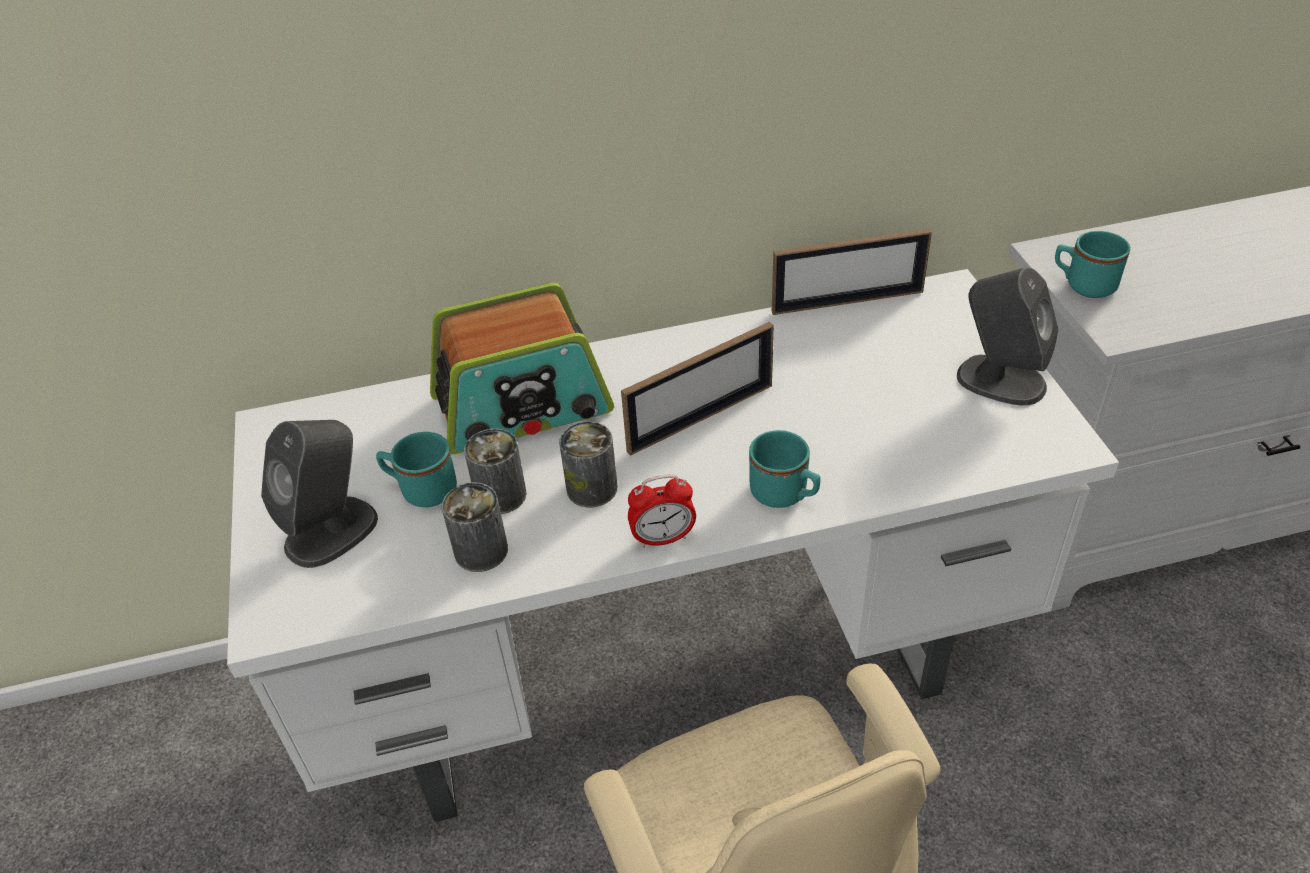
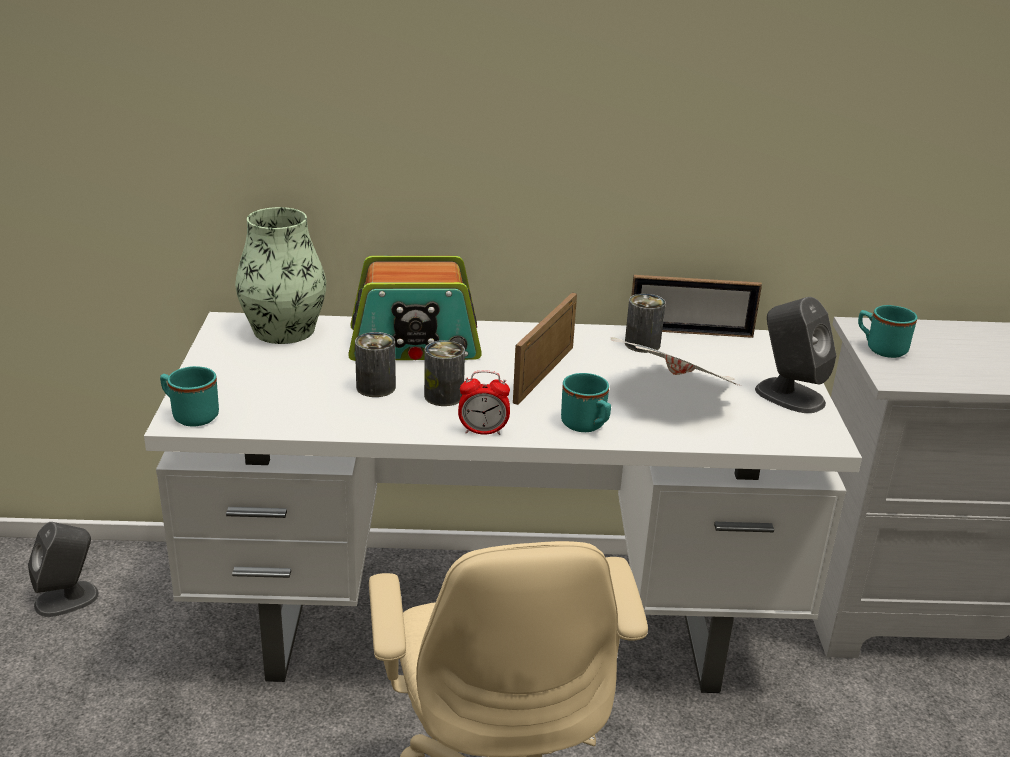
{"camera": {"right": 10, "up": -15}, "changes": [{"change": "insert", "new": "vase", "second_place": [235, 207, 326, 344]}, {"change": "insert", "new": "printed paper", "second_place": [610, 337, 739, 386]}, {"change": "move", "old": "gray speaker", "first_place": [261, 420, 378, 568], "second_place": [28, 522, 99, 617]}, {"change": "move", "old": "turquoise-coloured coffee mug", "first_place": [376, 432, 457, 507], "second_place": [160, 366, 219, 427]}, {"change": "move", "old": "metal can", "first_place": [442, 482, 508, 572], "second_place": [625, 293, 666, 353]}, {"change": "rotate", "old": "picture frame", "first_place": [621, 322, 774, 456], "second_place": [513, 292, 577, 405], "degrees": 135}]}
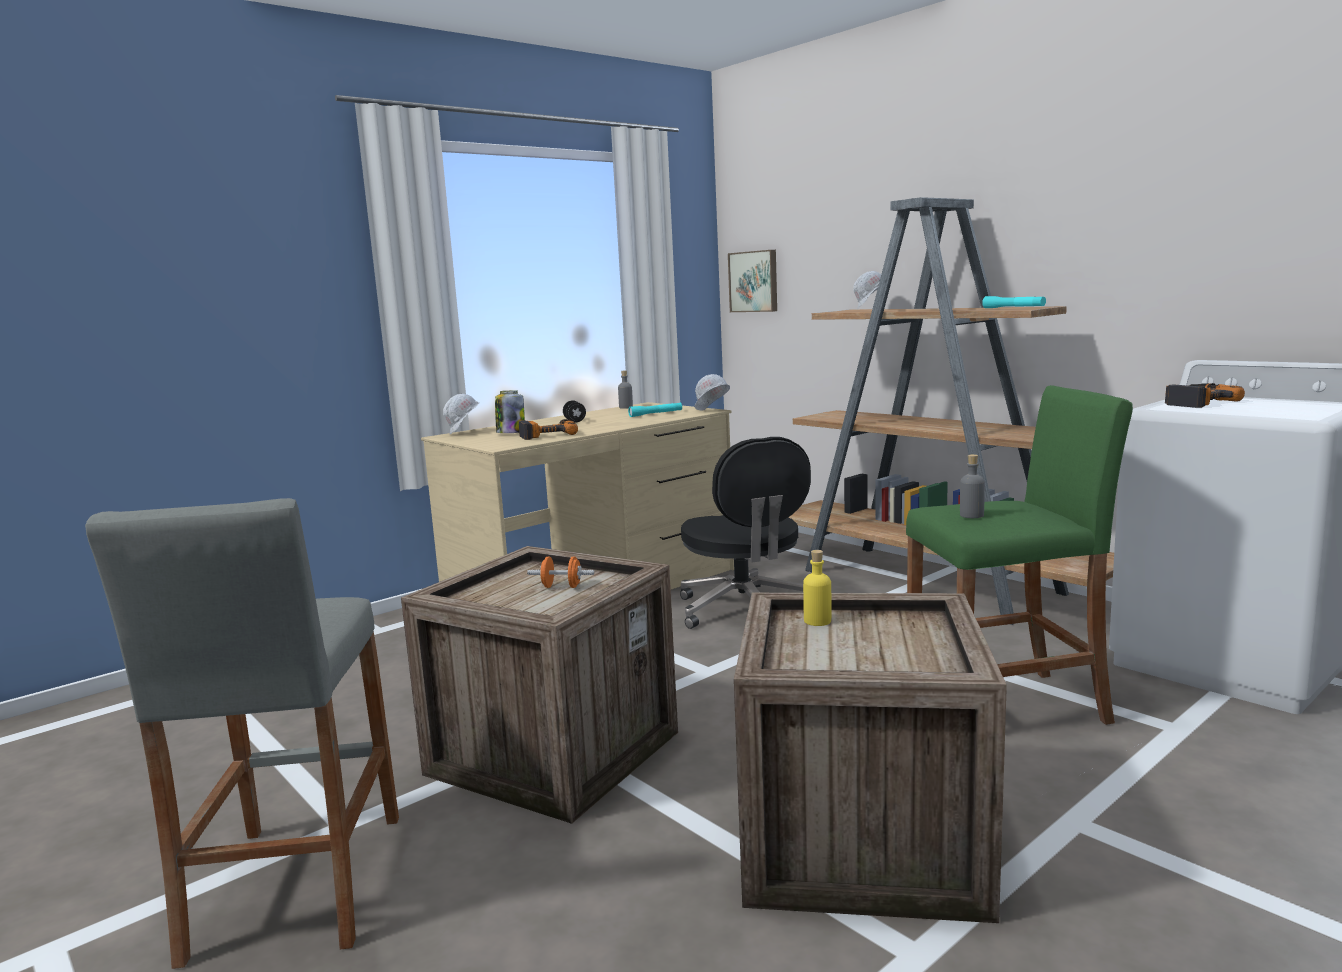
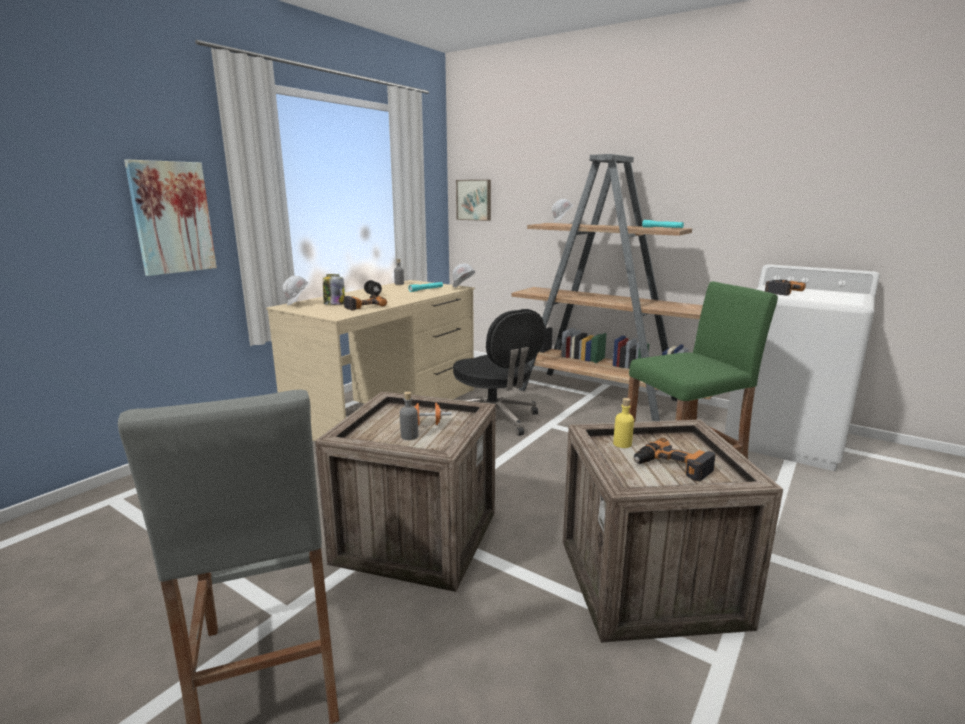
{"camera": {"right": -15, "up": 5}, "changes": [{"change": "insert", "new": "wall picture", "second_place": [124, 159, 217, 276]}, {"change": "insert", "new": "drill", "second_place": [634, 438, 715, 481]}, {"change": "move", "old": "gray bottle", "first_place": [960, 454, 985, 518], "second_place": [400, 391, 418, 440]}]}
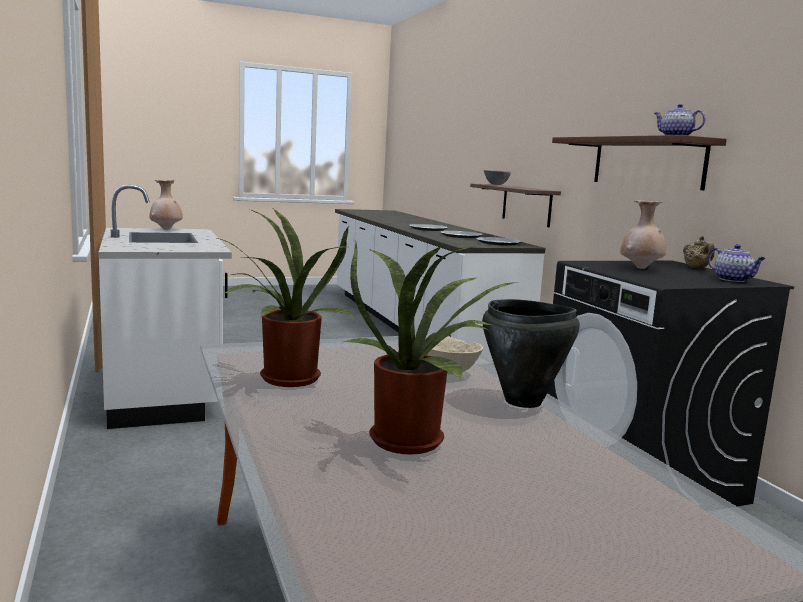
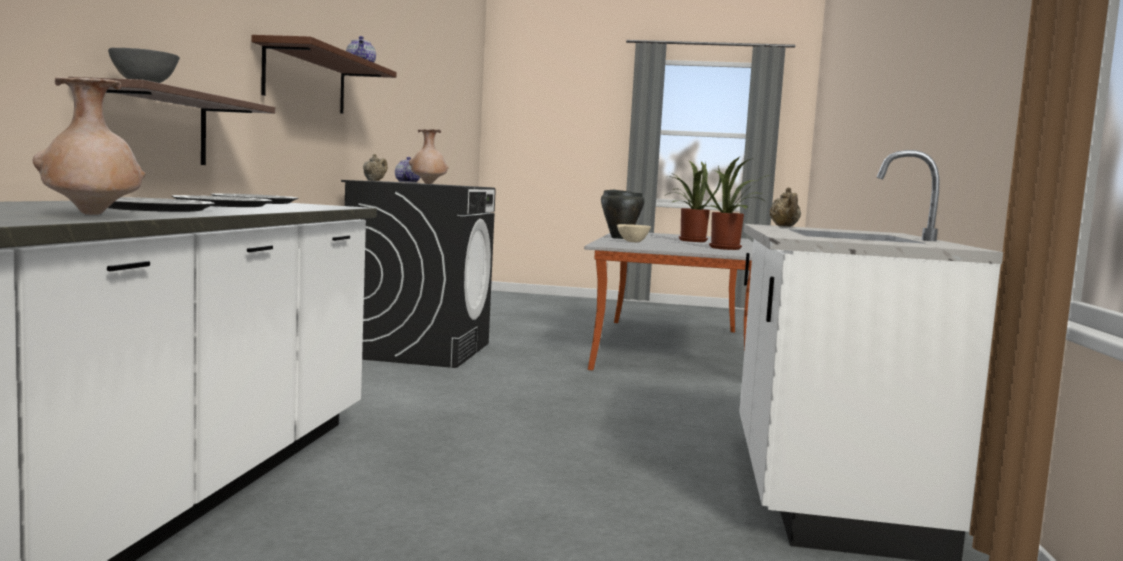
{"camera": {"right": -150, "up": -5}, "changes": [{"change": "insert", "new": "sand-coloured pot for tea", "second_place": [770, 187, 801, 227]}, {"change": "move", "old": "sand-coloured vase", "first_place": [149, 180, 183, 230], "second_place": [33, 77, 146, 215]}]}
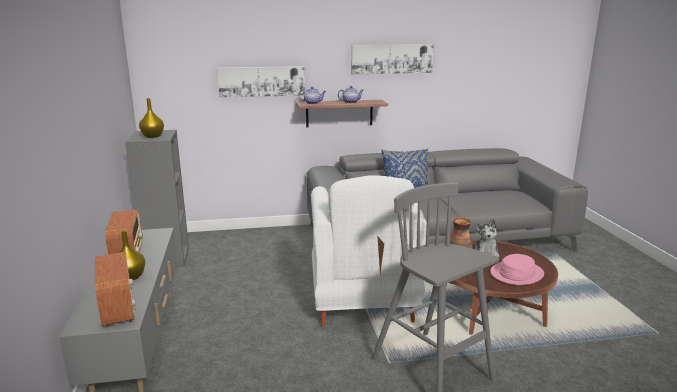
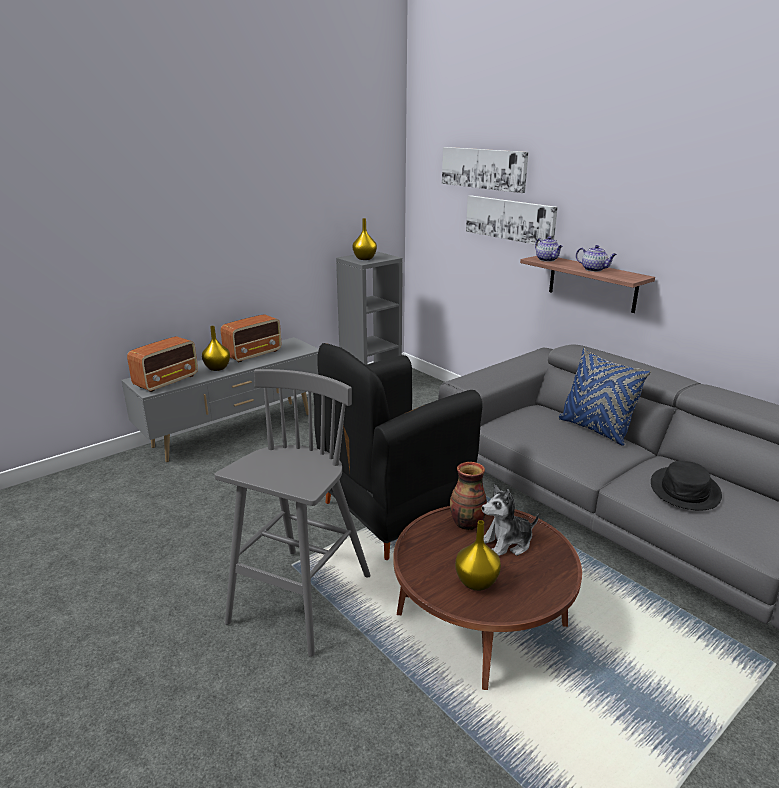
{"camera": {"right": 60, "up": 5}, "changes": [{"change": "insert", "new": "black-coloured hat", "second_place": [651, 461, 722, 511]}, {"change": "move", "old": "wall picture", "first_place": [351, 44, 434, 74], "second_place": [442, 147, 528, 193]}, {"change": "replace", "old": "pink-coloured hat", "new": "yellowish vase", "first_place": [490, 254, 544, 285], "second_place": [455, 520, 501, 591]}, {"change": "recolor", "old": "white lounge chair", "new": "black-coloured lounge chair", "first_place": [311, 175, 427, 327], "second_place": [313, 343, 483, 560]}]}
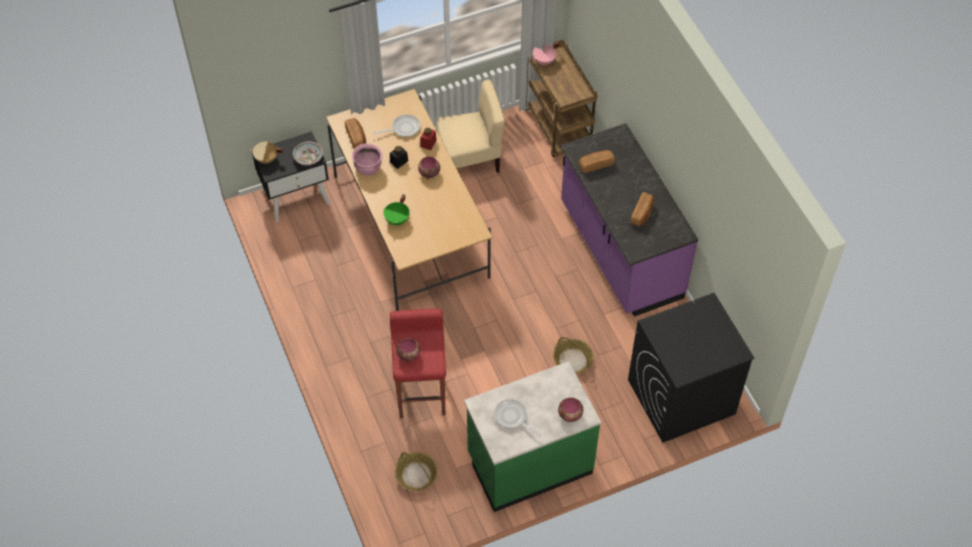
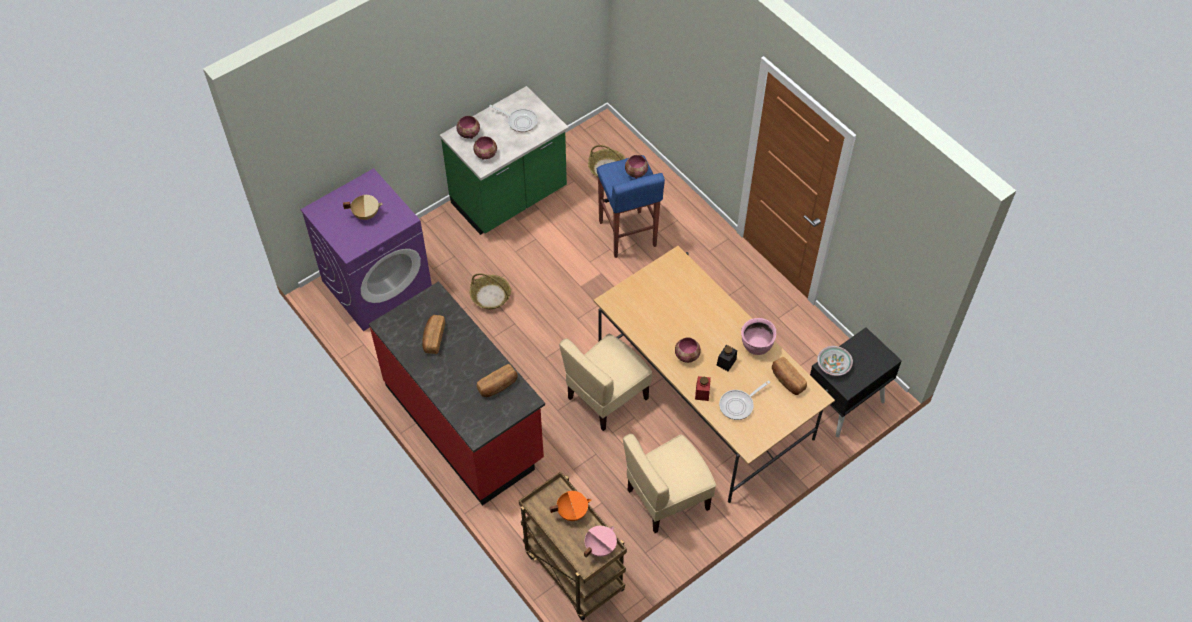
{"camera": {"right": 165, "up": 0}, "changes": [{"change": "delete", "old": "greenish stockpot", "first_place": [383, 194, 410, 225]}, {"change": "insert", "new": "serving bowl", "second_place": [473, 136, 497, 160]}, {"change": "insert", "new": "orange-coloured stockpot", "second_place": [550, 491, 592, 521]}, {"change": "insert", "new": "sand-coloured plain chair", "second_place": [559, 334, 652, 431]}, {"change": "move", "old": "sand-coloured stockpot", "first_place": [250, 141, 283, 164], "second_place": [343, 195, 382, 220]}, {"change": "recolor", "old": "red stool seat", "new": "blue-coloured stool seat", "first_place": [390, 309, 446, 418], "second_place": [597, 155, 665, 258]}, {"change": "recolor", "old": "purple-coloured kitchen counter", "new": "red kitchen counter", "first_place": [561, 123, 698, 317], "second_place": [369, 281, 545, 506]}, {"change": "recolor", "old": "black-coloured washing machine", "new": "purple-coloured washing machine", "first_place": [628, 293, 755, 443], "second_place": [300, 168, 432, 331]}]}
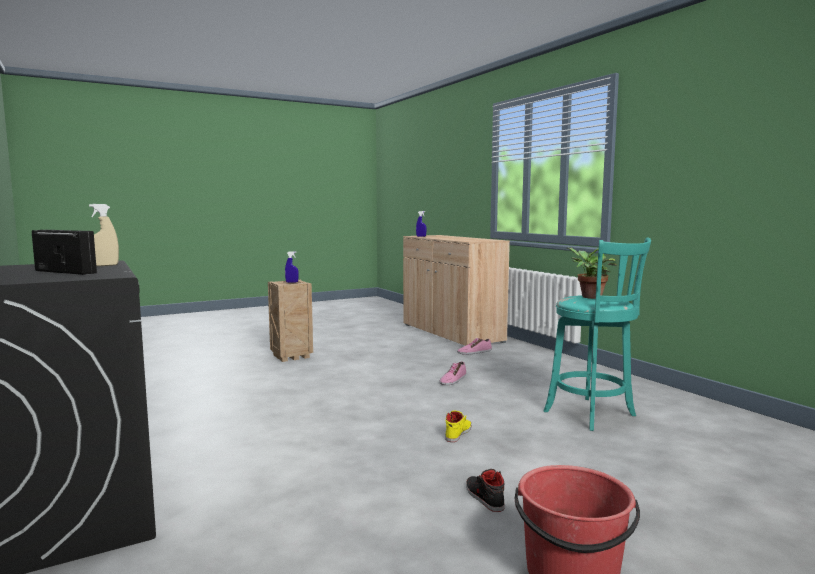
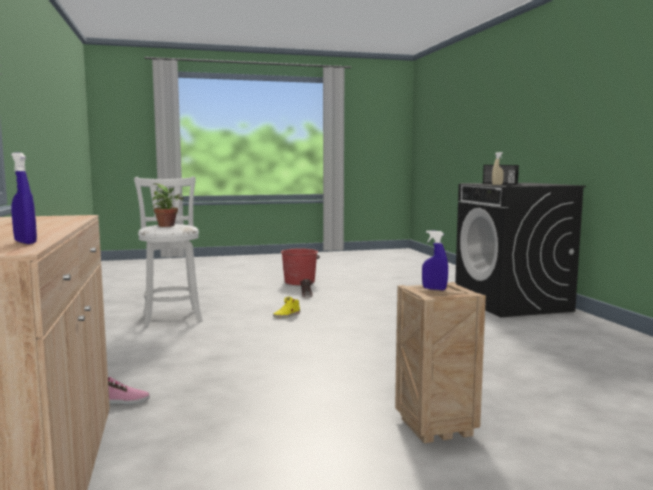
{"camera": {"right": -165, "up": 0}, "changes": [{"change": "delete", "old": "shoe", "first_place": [439, 361, 466, 385]}, {"change": "recolor", "old": "turquoise-coloured stool seat", "new": "white stool seat", "first_place": [543, 238, 651, 431], "second_place": [134, 176, 203, 327]}]}
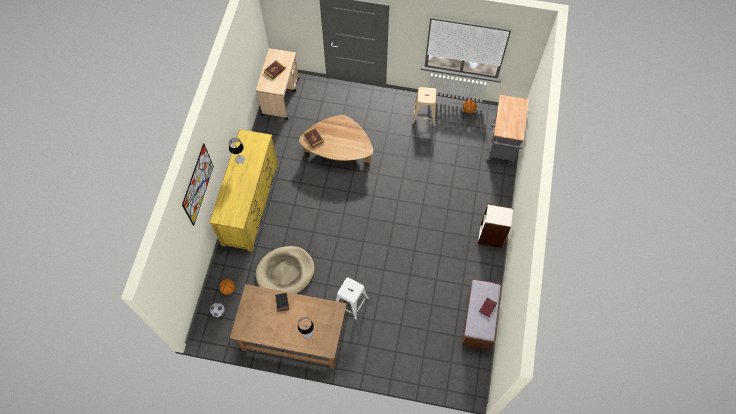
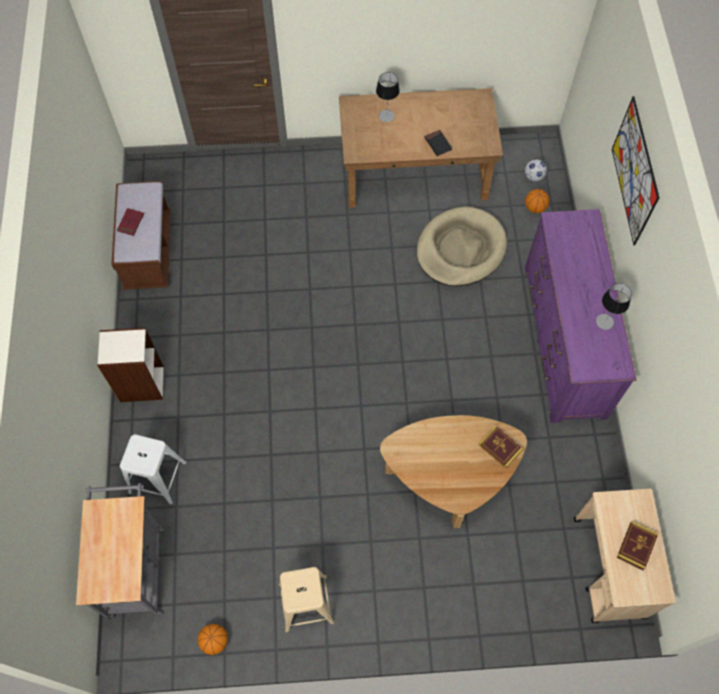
{"camera": {"right": 165, "up": 0}, "changes": [{"change": "move", "old": "white stool seat", "first_place": [336, 278, 369, 320], "second_place": [120, 434, 187, 505]}, {"change": "recolor", "old": "yellowish chest of drawers", "new": "purple-coloured chest of drawers", "first_place": [209, 129, 278, 252], "second_place": [525, 209, 637, 423]}]}
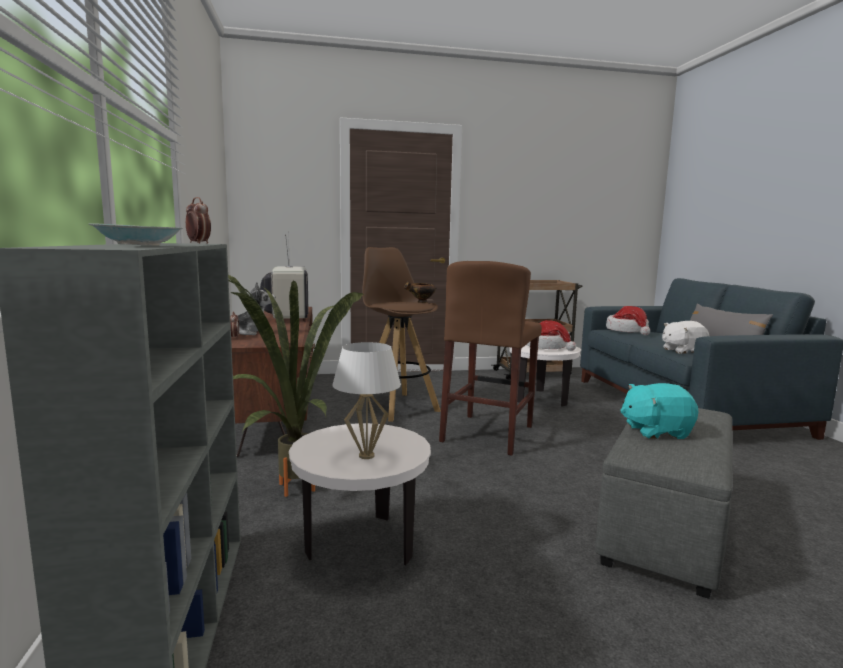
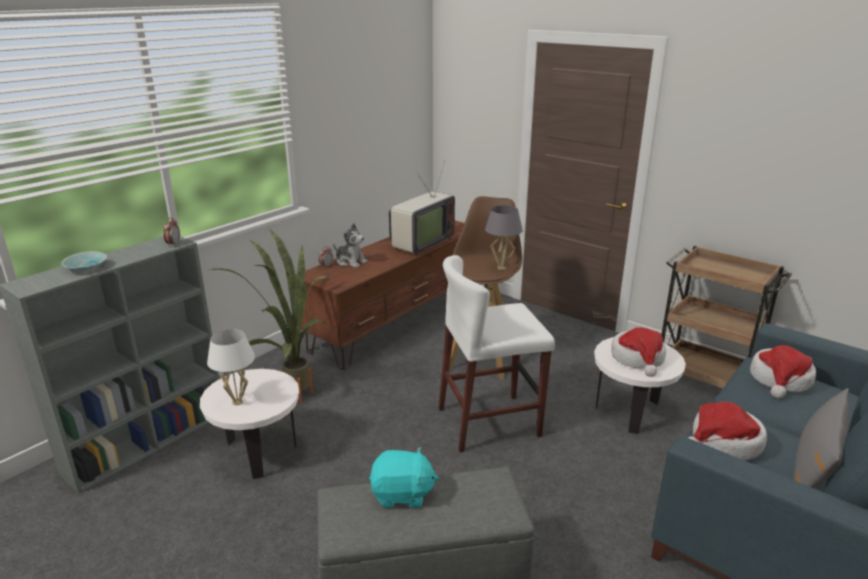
{"camera": {"right": 50, "up": 15}, "changes": [{"change": "replace", "old": "serving bowl", "new": "gray table lamp", "first_place": [404, 281, 437, 303], "second_place": [485, 205, 523, 270]}, {"change": "replace", "old": "white cuddly toy", "new": "hat", "first_place": [662, 321, 709, 354], "second_place": [688, 402, 767, 460]}, {"change": "recolor", "old": "brownish stool seat", "new": "white stool seat", "first_place": [439, 261, 542, 456], "second_place": [439, 255, 555, 452]}, {"change": "rotate", "old": "turquoise-coloured cuddly toy", "first_place": [620, 383, 698, 439], "second_place": [369, 447, 439, 508], "degrees": 135}]}
